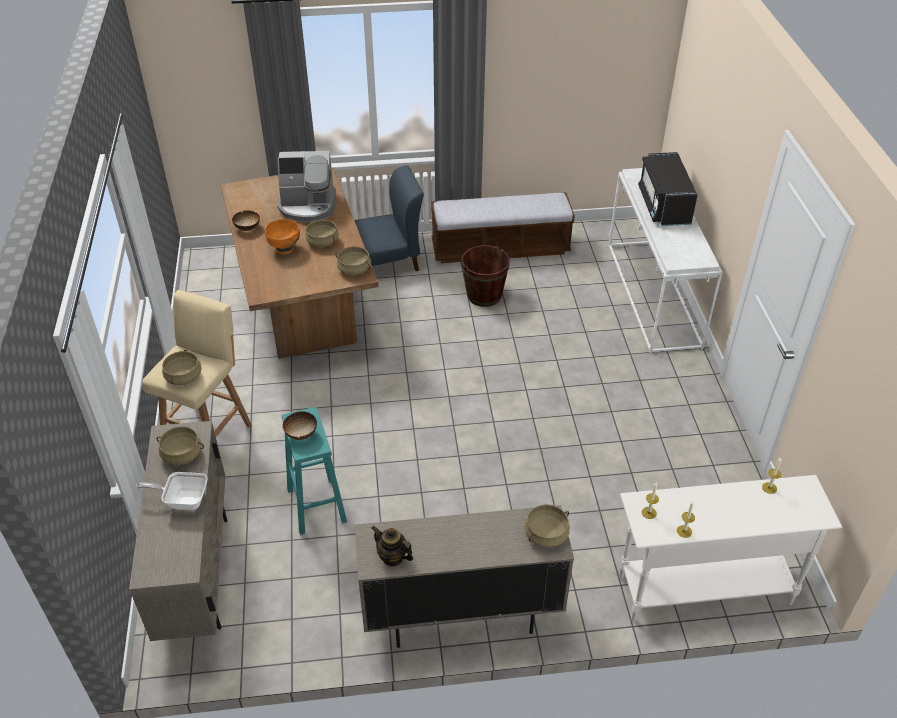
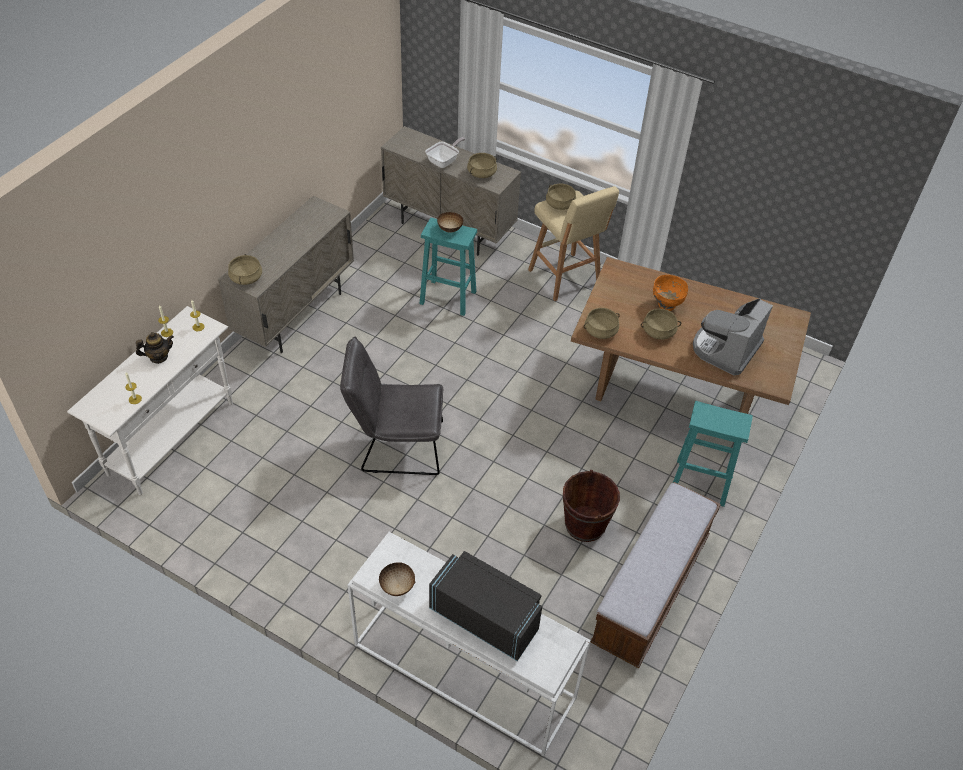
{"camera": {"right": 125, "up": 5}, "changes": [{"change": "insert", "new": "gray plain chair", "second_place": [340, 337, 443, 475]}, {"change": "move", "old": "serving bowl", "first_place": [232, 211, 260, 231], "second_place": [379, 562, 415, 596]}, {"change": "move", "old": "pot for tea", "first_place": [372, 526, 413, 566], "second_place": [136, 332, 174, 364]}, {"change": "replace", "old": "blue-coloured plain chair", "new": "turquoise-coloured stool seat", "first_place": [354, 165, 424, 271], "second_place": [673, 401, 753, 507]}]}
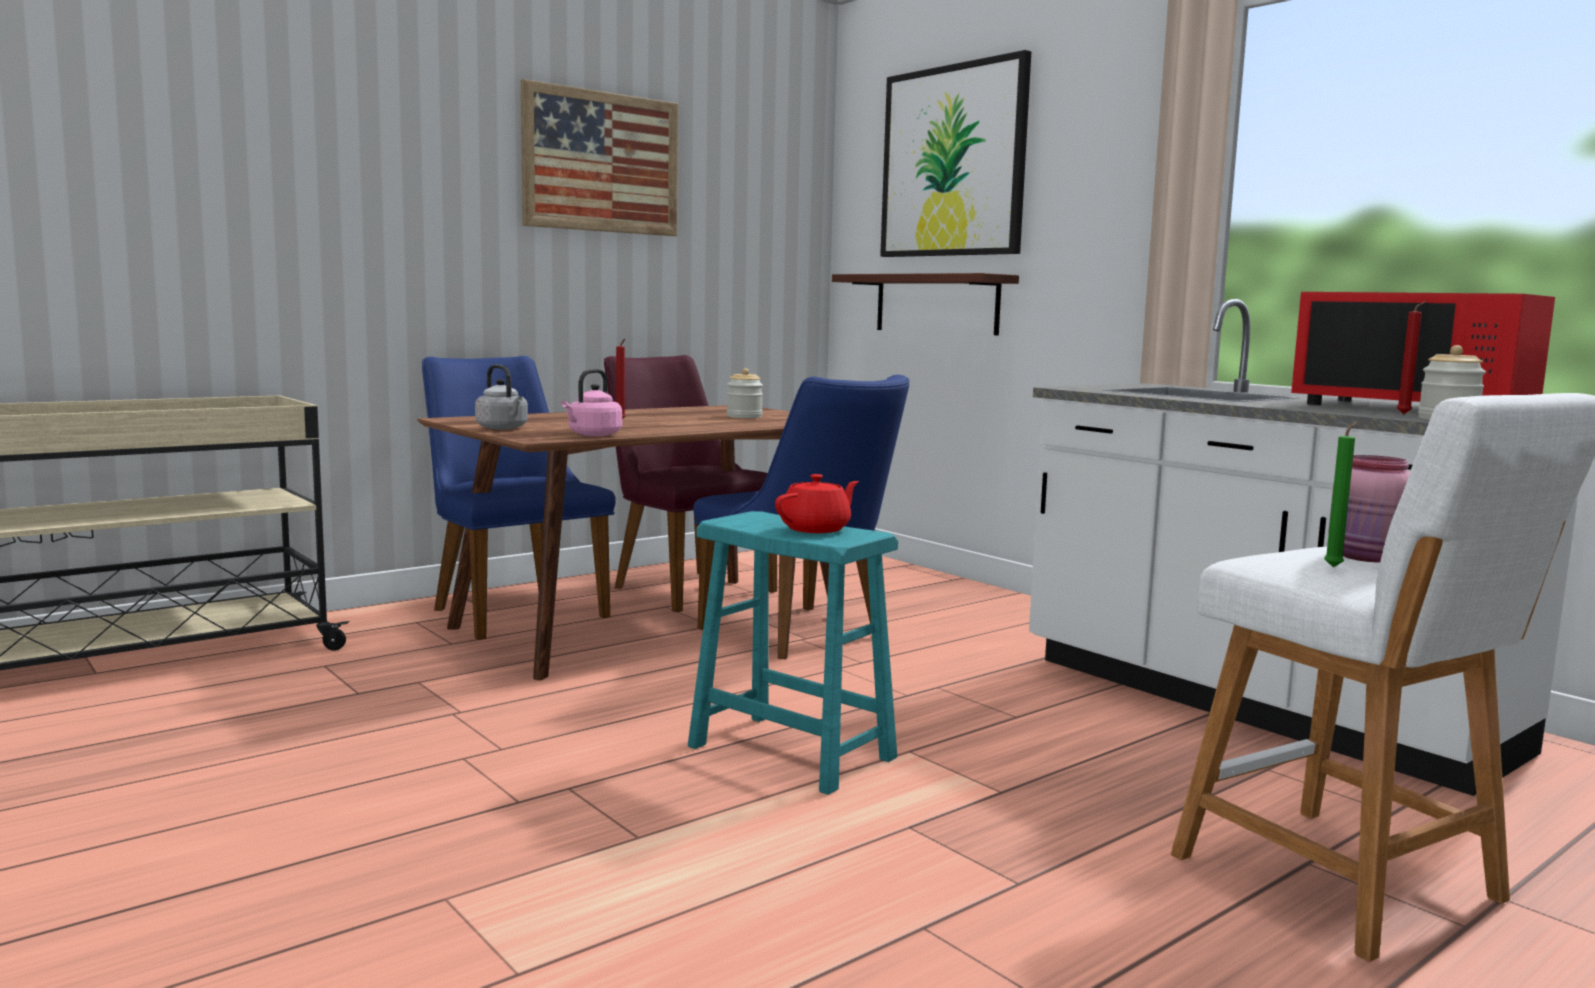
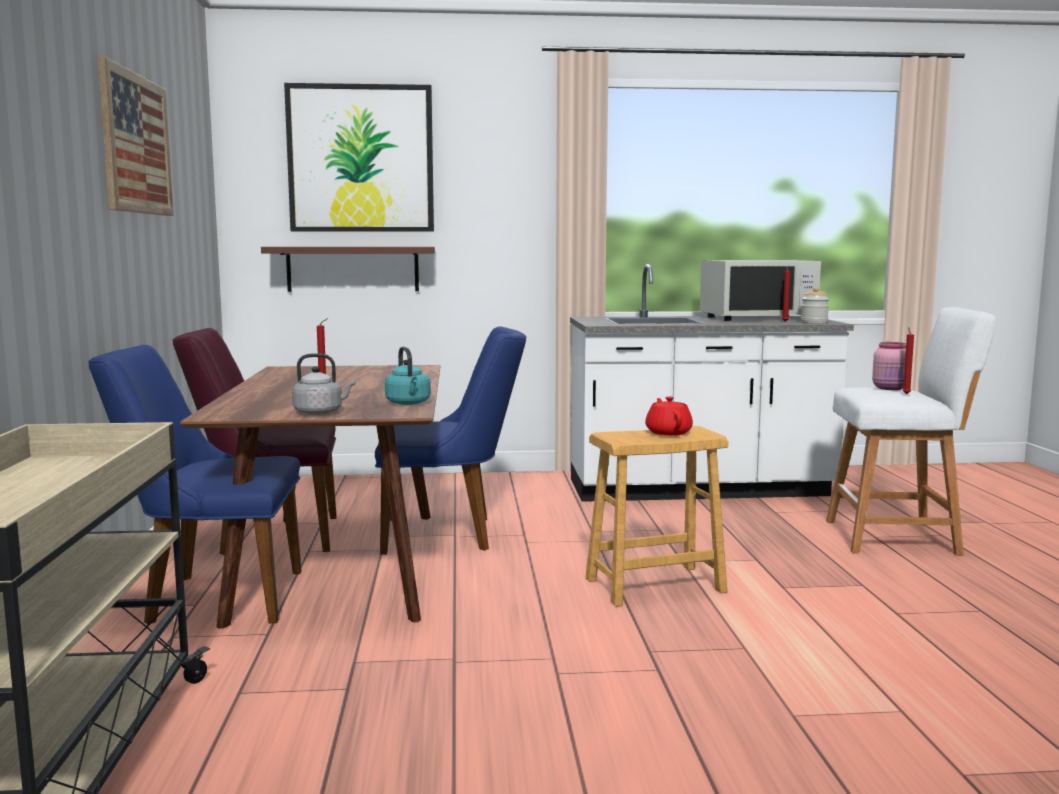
{"camera": {"right": -55, "up": 0}, "changes": [{"change": "delete", "old": "storage jar", "first_place": [727, 368, 763, 418]}, {"change": "recolor", "old": "pink-coloured tea kettle", "new": "turquoise-coloured tea kettle", "first_place": [562, 369, 622, 436], "second_place": [385, 347, 431, 405]}, {"change": "recolor", "old": "turquoise-coloured stool seat", "new": "brownish stool seat", "first_place": [688, 511, 898, 795], "second_place": [585, 426, 728, 607]}, {"change": "recolor", "old": "red microwave oven", "new": "white microwave oven", "first_place": [1291, 292, 1555, 405], "second_place": [700, 260, 821, 321]}, {"change": "recolor", "old": "greenish candle", "new": "red candle", "first_place": [1324, 422, 1358, 568], "second_place": [902, 327, 914, 394]}]}
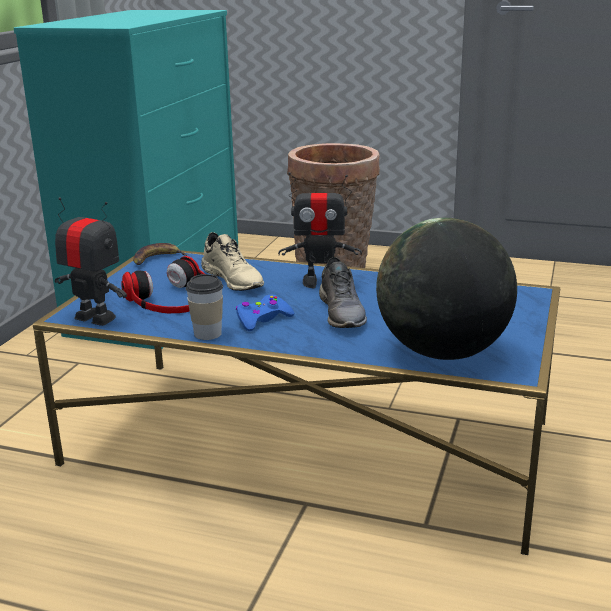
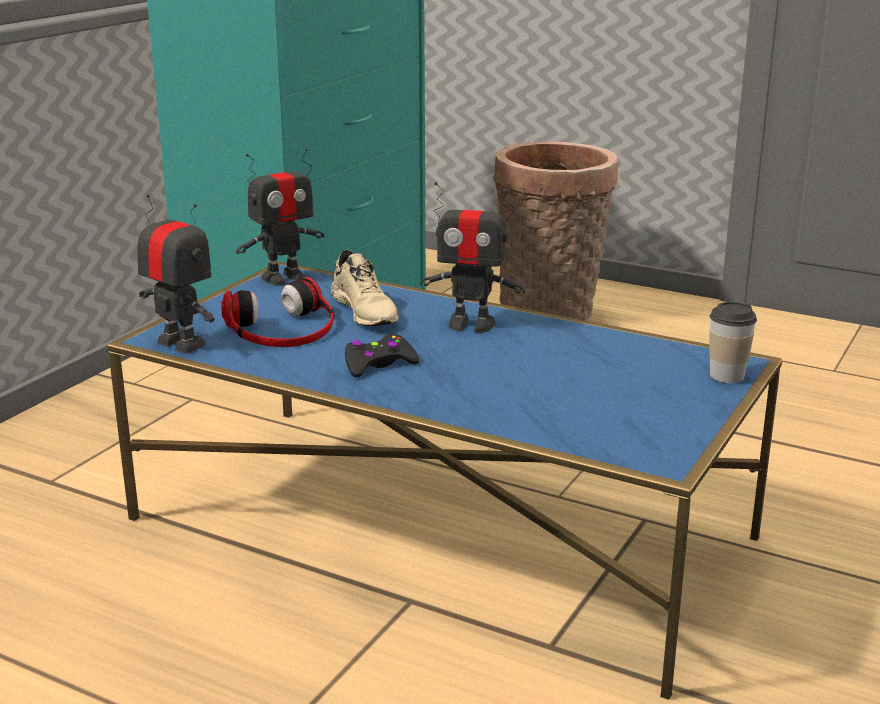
{"camera": {"right": 10, "up": 0}, "changes": [{"change": "delete", "old": "gray shoe", "first_place": [319, 257, 367, 328]}, {"change": "delete", "old": "desk globe", "first_place": [376, 218, 517, 360]}, {"change": "move", "old": "cup", "first_place": [186, 274, 223, 340], "second_place": [709, 302, 757, 383]}, {"change": "replace", "old": "whole banana", "new": "toy robot", "first_place": [133, 243, 189, 265], "second_place": [236, 148, 324, 285]}, {"change": "recolor", "old": "blue-coloured game controller", "new": "black-coloured game controller", "first_place": [236, 294, 294, 331], "second_place": [345, 334, 419, 377]}]}
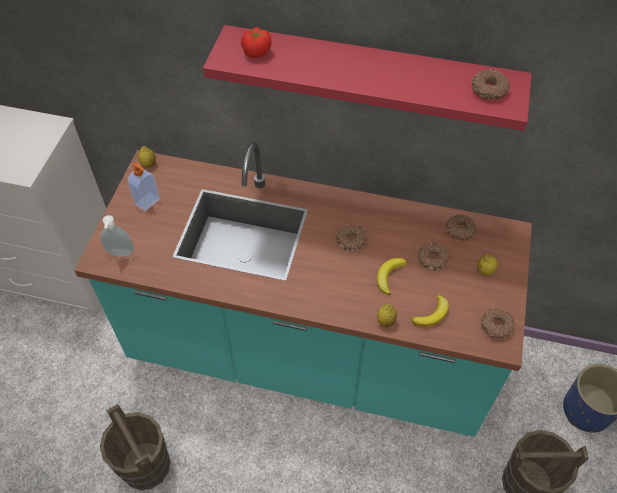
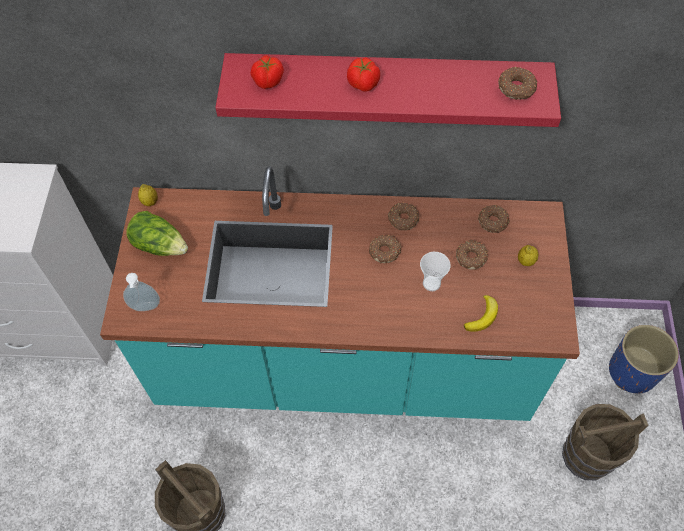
{"camera": {"right": -10, "up": 5}, "changes": [{"change": "delete", "old": "whole lemon", "first_place": [377, 304, 397, 327]}, {"change": "insert", "new": "whole tomato", "second_place": [347, 57, 380, 92]}, {"change": "move", "old": "ring doughnut", "first_place": [481, 308, 515, 339], "second_place": [388, 203, 419, 230]}, {"change": "replace", "old": "soap bottle", "new": "head of lettuce", "first_place": [127, 162, 160, 211], "second_place": [126, 211, 188, 256]}, {"change": "replace", "old": "whole banana", "new": "cup", "first_place": [377, 258, 407, 295], "second_place": [420, 252, 451, 291]}]}
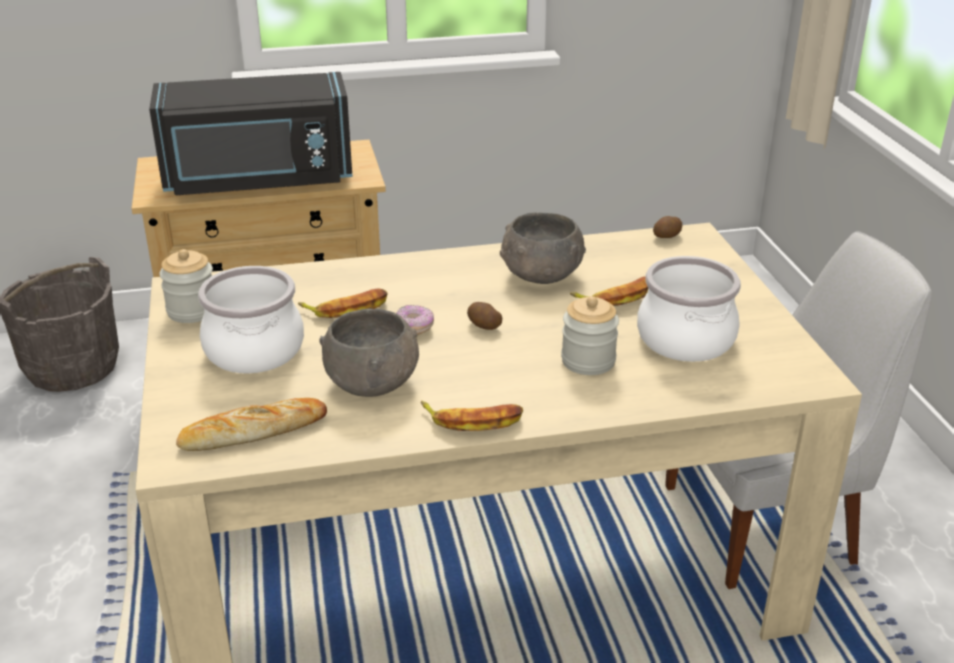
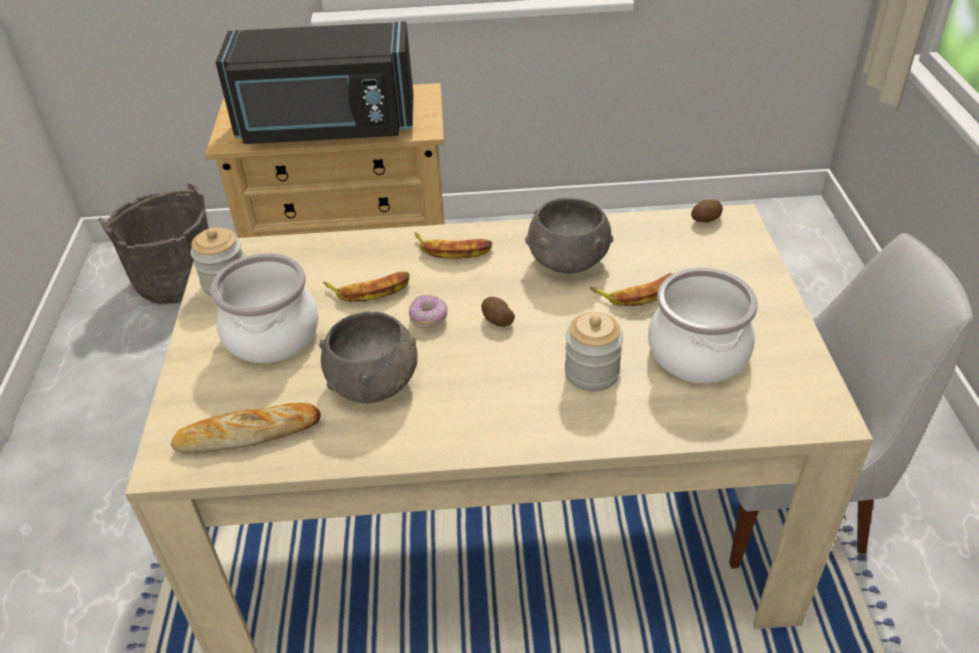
{"camera": {"right": 10, "up": 10}, "changes": [{"change": "move", "old": "whole banana", "first_place": [421, 401, 523, 431], "second_place": [415, 232, 493, 259]}]}
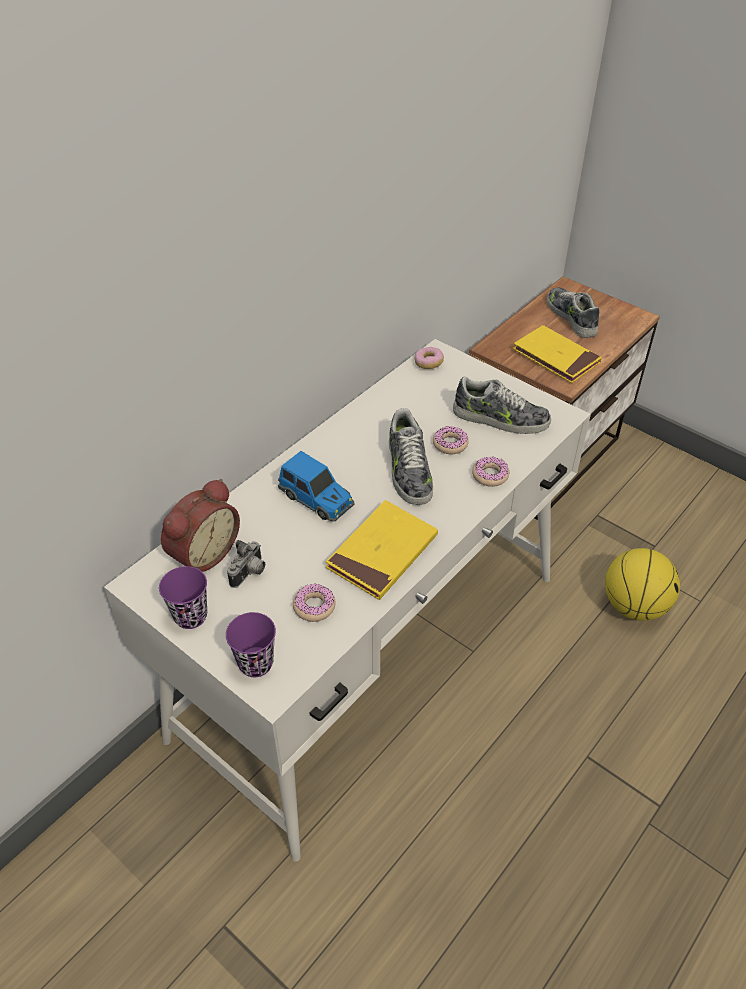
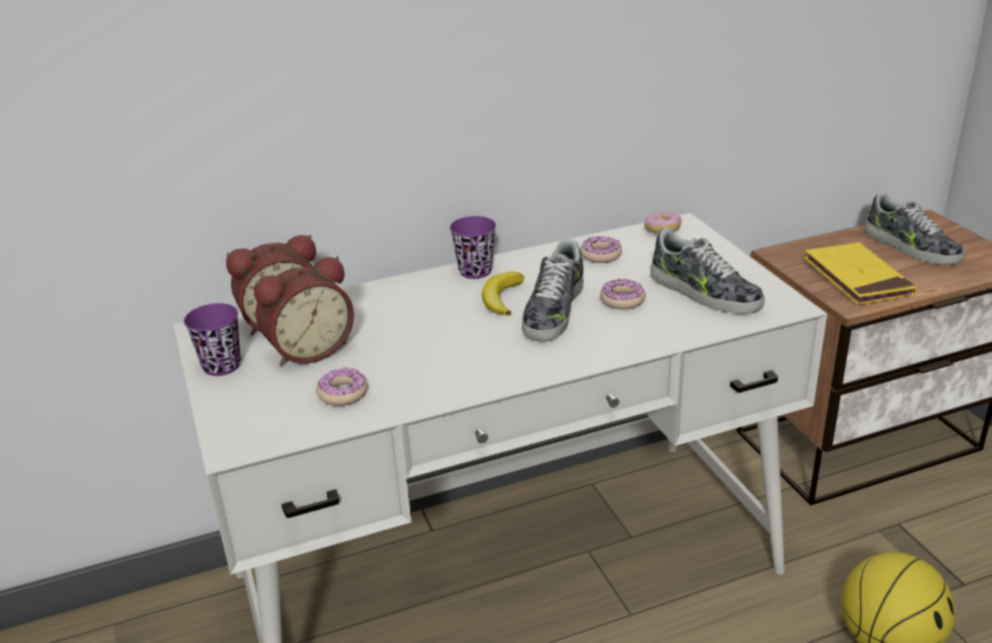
{"camera": {"right": 30, "up": -15}, "changes": [{"change": "delete", "old": "miniature car", "first_place": [278, 451, 355, 522]}, {"change": "delete", "old": "yellowish bound book", "first_place": [326, 500, 438, 600]}, {"change": "insert", "new": "whole banana", "second_place": [482, 271, 524, 316]}, {"change": "move", "old": "purple-coloured cup", "first_place": [226, 612, 276, 677], "second_place": [450, 216, 496, 279]}, {"change": "move", "old": "ring doughnut", "first_place": [472, 456, 509, 487], "second_place": [580, 236, 622, 263]}, {"change": "replace", "old": "photo camera", "new": "bedside clock", "first_place": [227, 540, 265, 588], "second_place": [254, 256, 354, 366]}, {"change": "rotate", "old": "shoe", "first_place": [547, 287, 599, 338], "second_place": [865, 192, 964, 265], "degrees": 135}]}
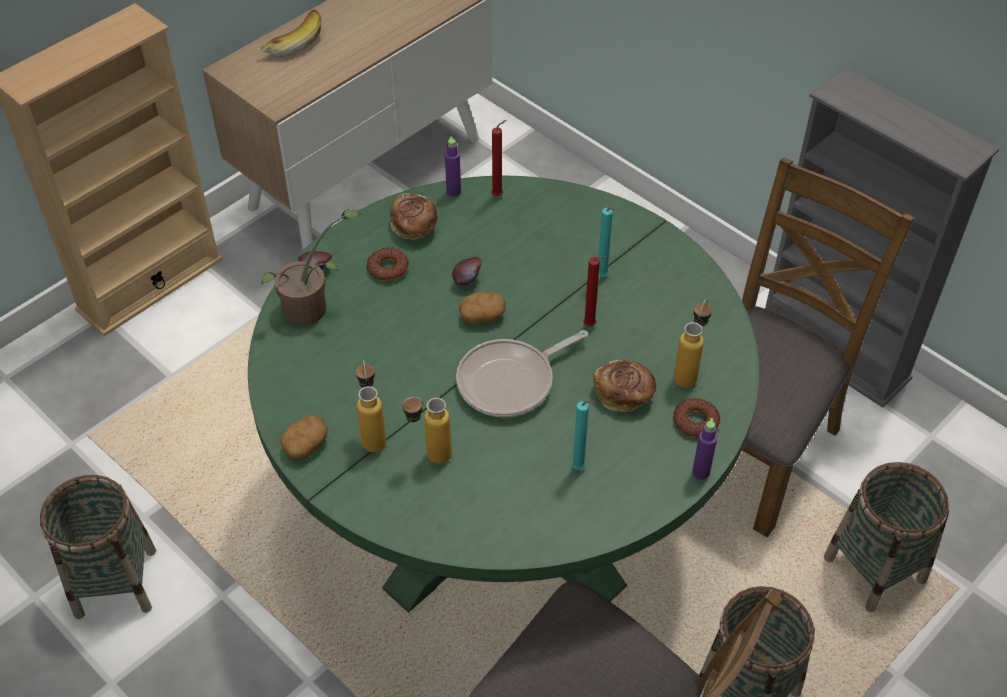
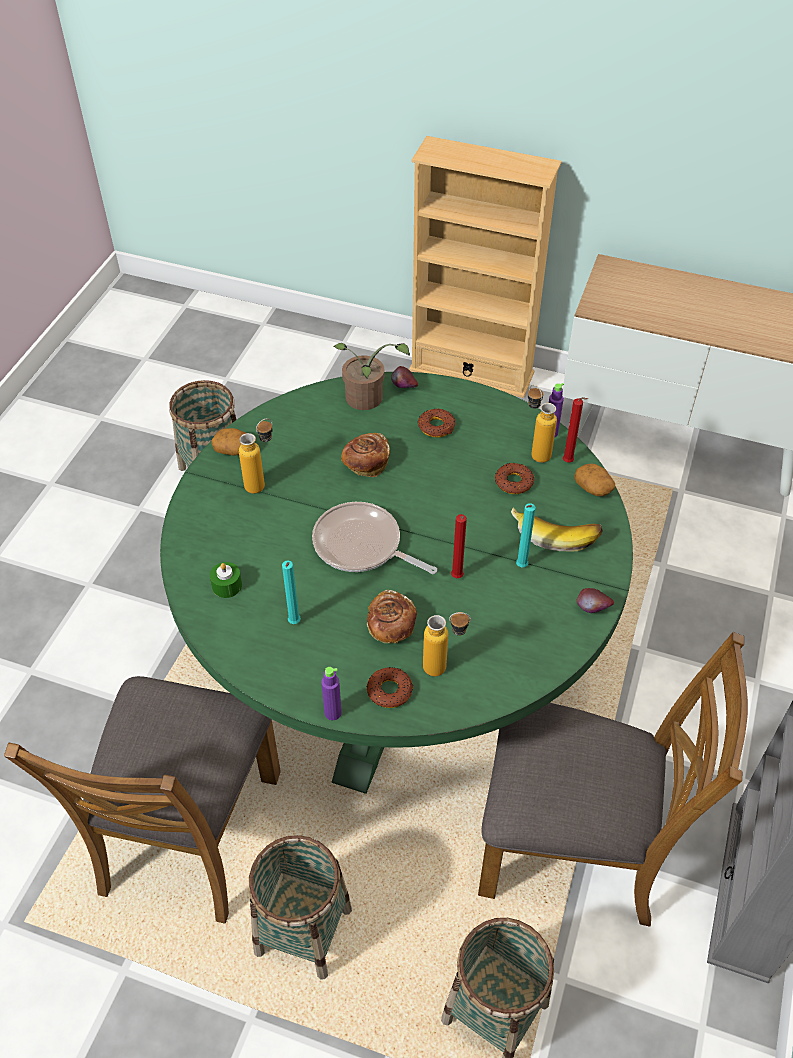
{"camera": {"right": 65, "up": 0}, "changes": [{"change": "insert", "new": "greenish candle", "second_place": [210, 562, 242, 598]}, {"change": "insert", "new": "ring doughnut", "second_place": [495, 463, 534, 494]}, {"change": "move", "old": "whole banana", "first_place": [257, 10, 321, 57], "second_place": [511, 508, 603, 552]}, {"change": "move", "old": "bakery bread", "first_place": [390, 193, 437, 240], "second_place": [341, 433, 390, 477]}, {"change": "move", "old": "bottle", "first_place": [401, 397, 452, 464], "second_place": [528, 384, 557, 463]}, {"change": "move", "old": "whole apple", "first_place": [452, 257, 482, 285], "second_place": [576, 588, 614, 613]}, {"change": "move", "old": "spud", "first_place": [459, 292, 506, 324], "second_place": [574, 463, 615, 496]}]}
